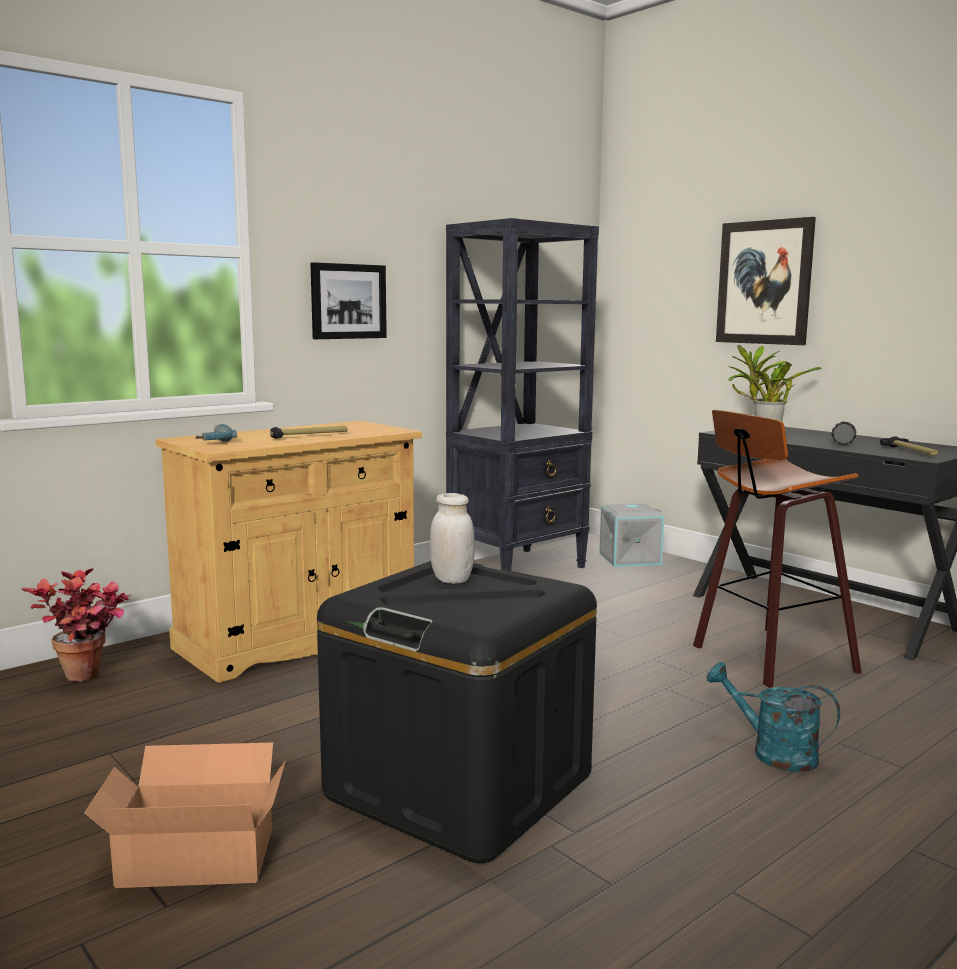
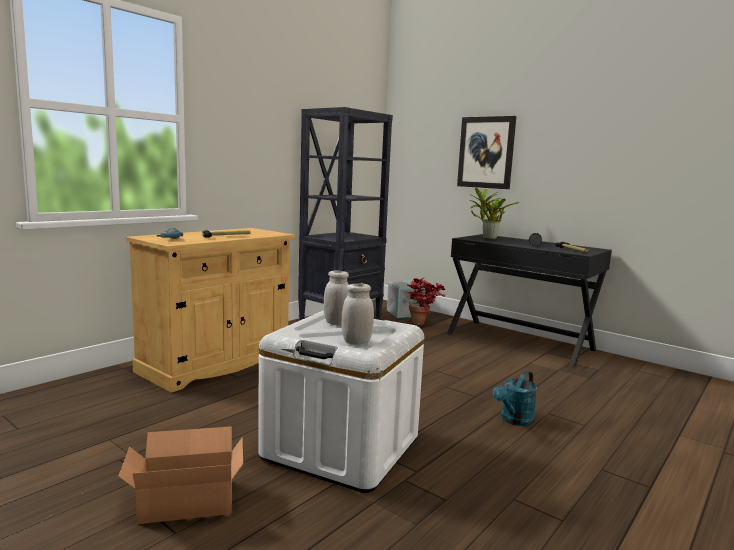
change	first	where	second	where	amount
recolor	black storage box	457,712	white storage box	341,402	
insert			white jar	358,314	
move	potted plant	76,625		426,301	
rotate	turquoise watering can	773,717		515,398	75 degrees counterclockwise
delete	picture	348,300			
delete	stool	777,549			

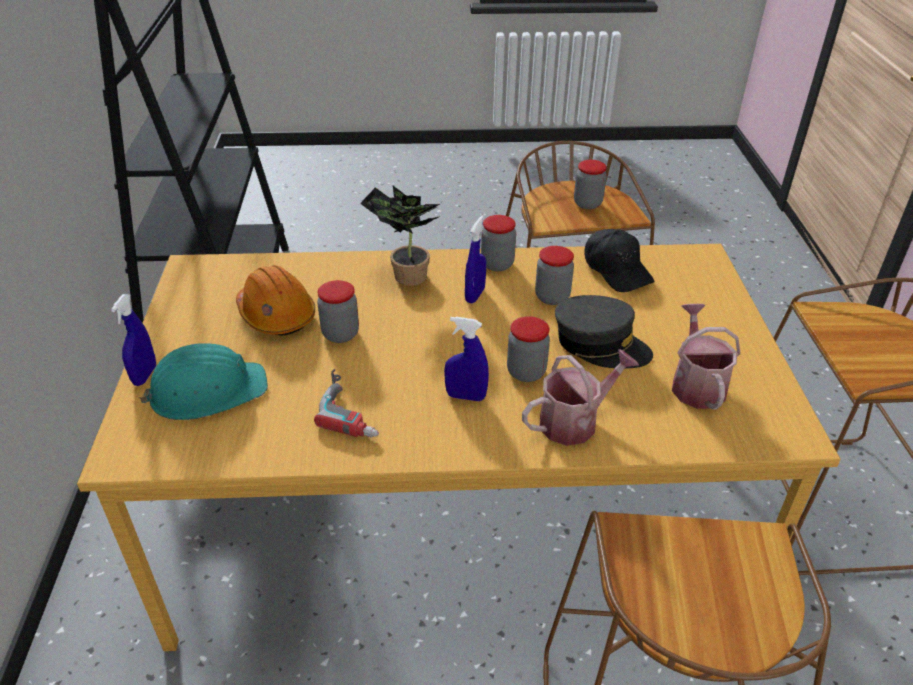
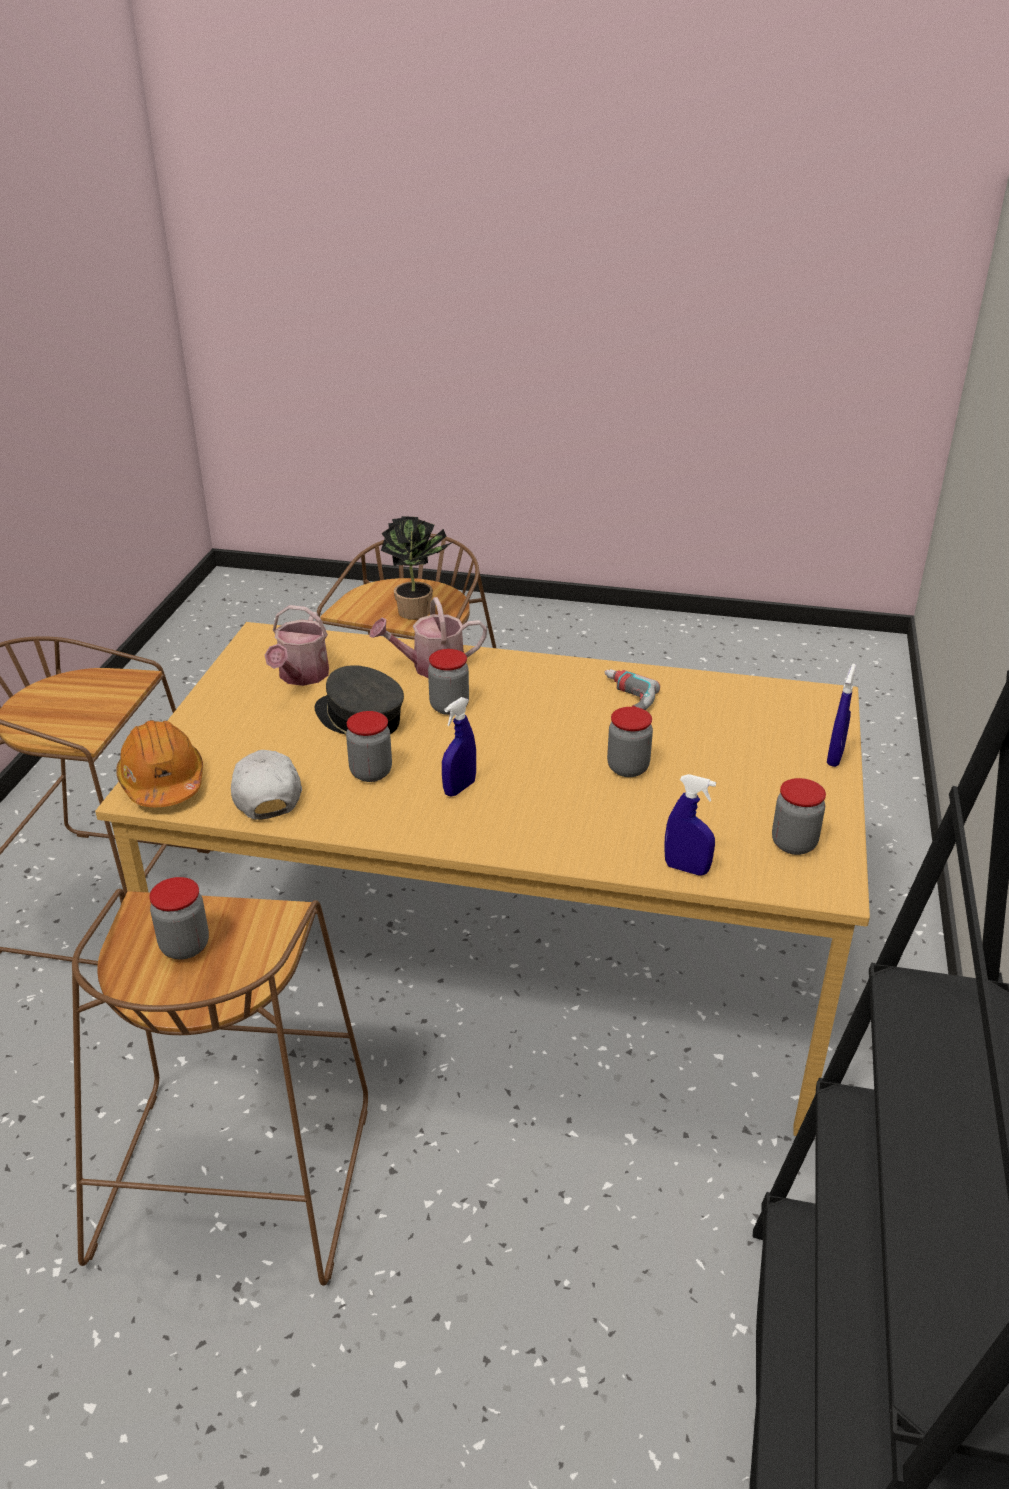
change	first	where	second	where	amount
move	orange hard hat	275,300		159,763	
recolor	black cap	619,260	white cap	266,785	
move	potted plant	400,236		418,568	
move	blue spray bottle	466,359		690,824	
move	jar	498,243		799,816	
delete	turquoise hard hat	203,381			

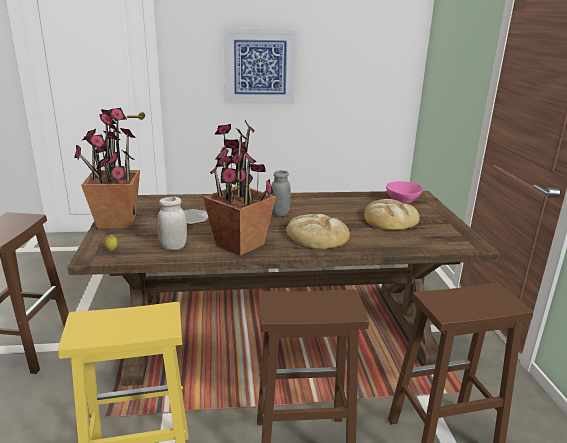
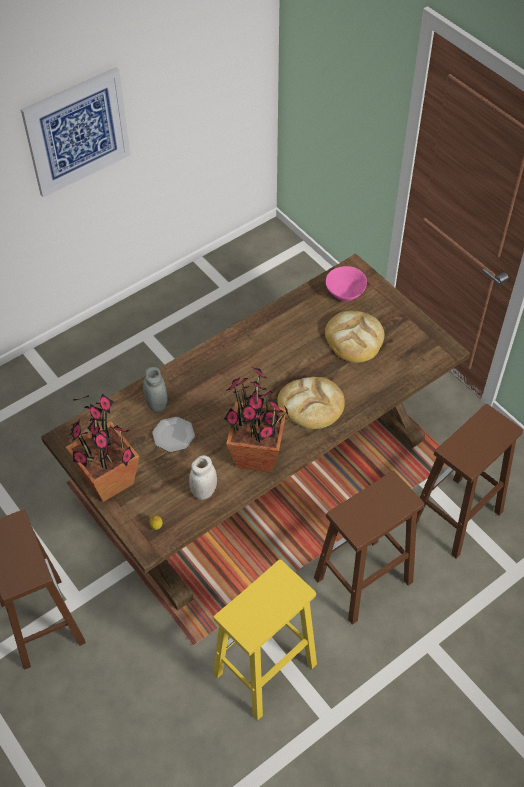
change	first	where	second	where	amount
move	grey jar	280,193		155,389	

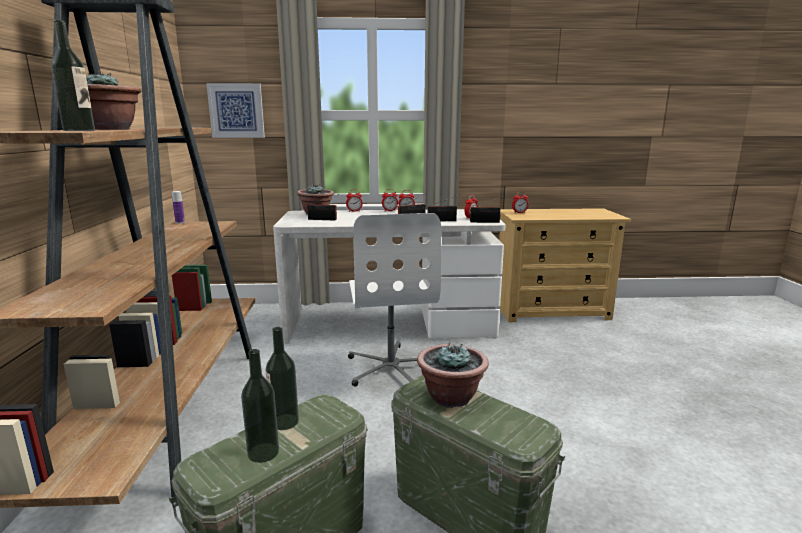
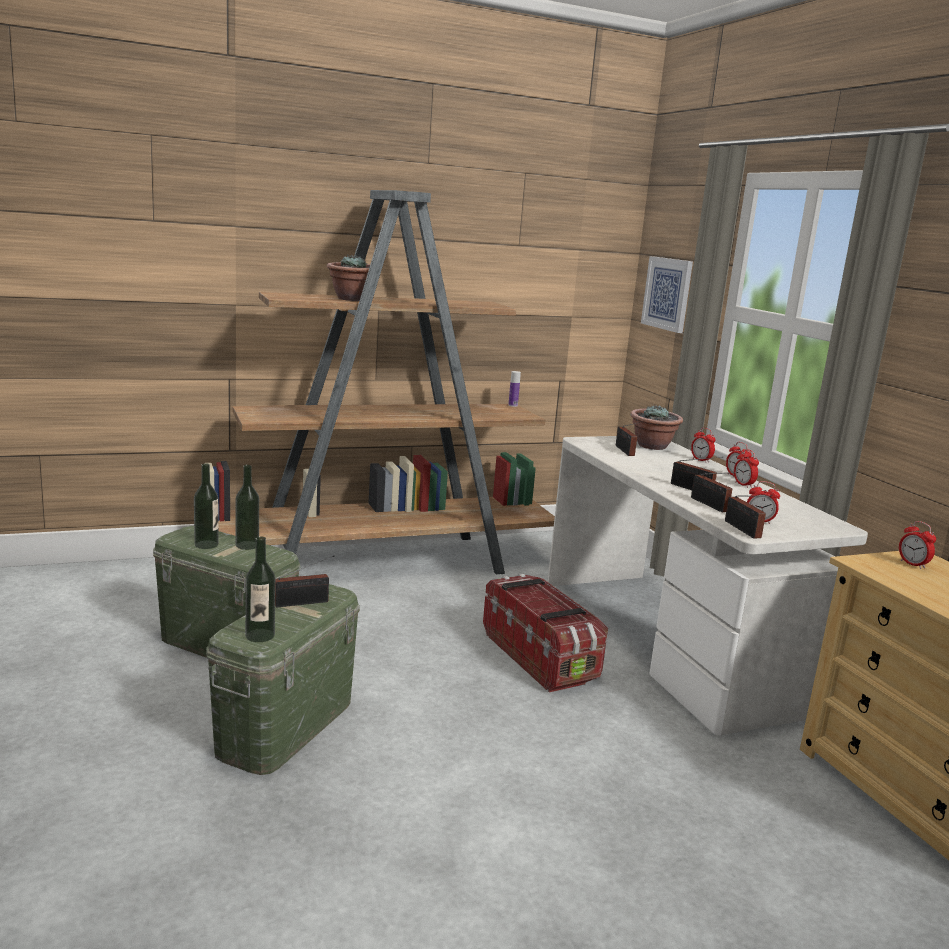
change	first	where	second	where	amount
move	bottle	73,75		260,589	
replace	potted plant	453,375	radio	304,581	
replace	white office chair	394,300	storage box	545,633	

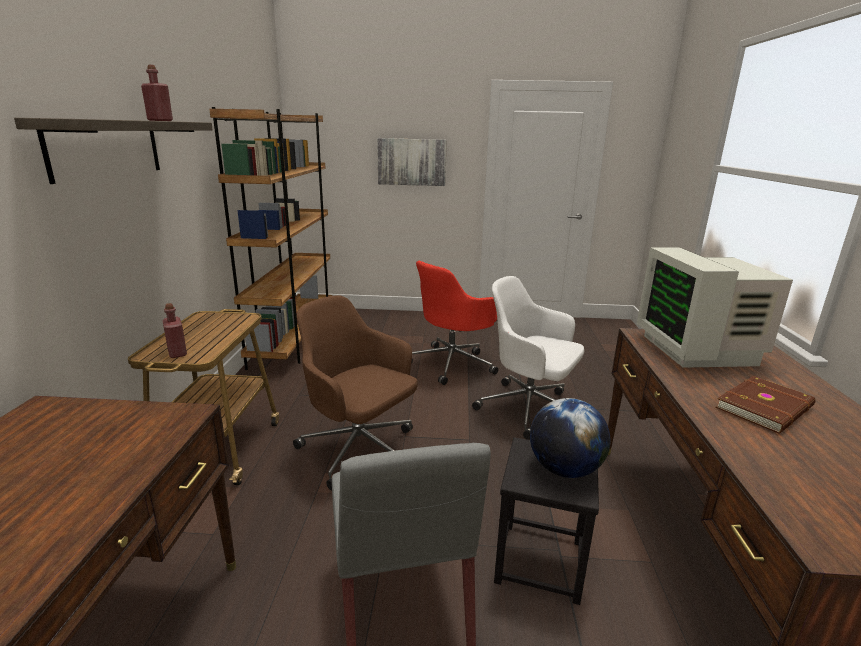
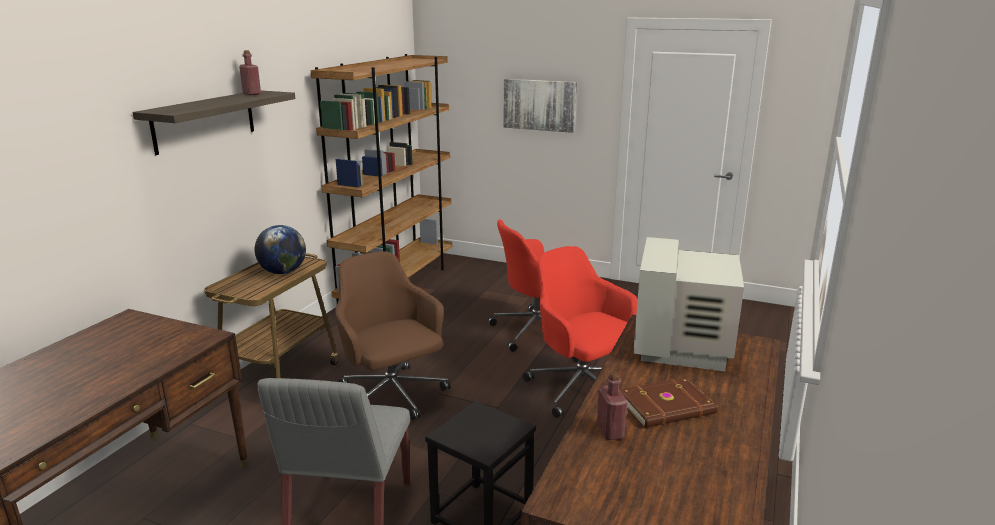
change	first	where	second	where	amount
move	globe	570,438		280,249	
recolor	white office chair	528,358	red office chair	580,332	
move	red bottle	174,330		612,406	

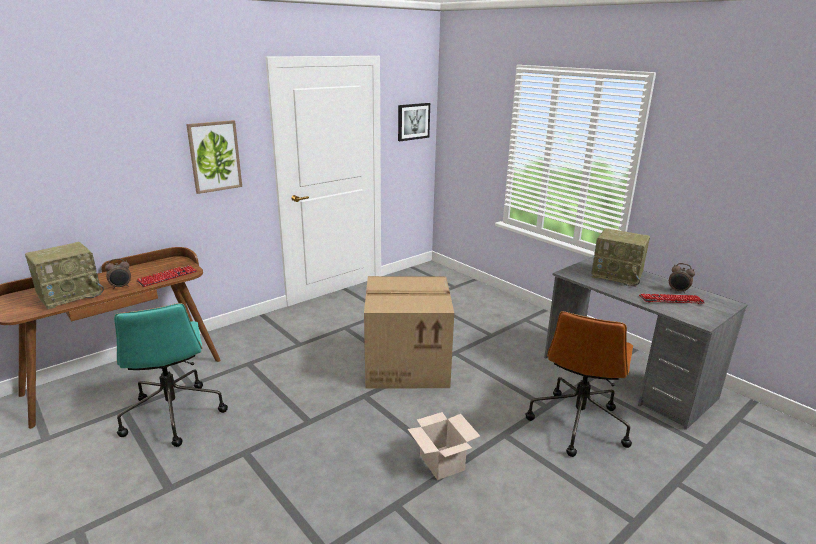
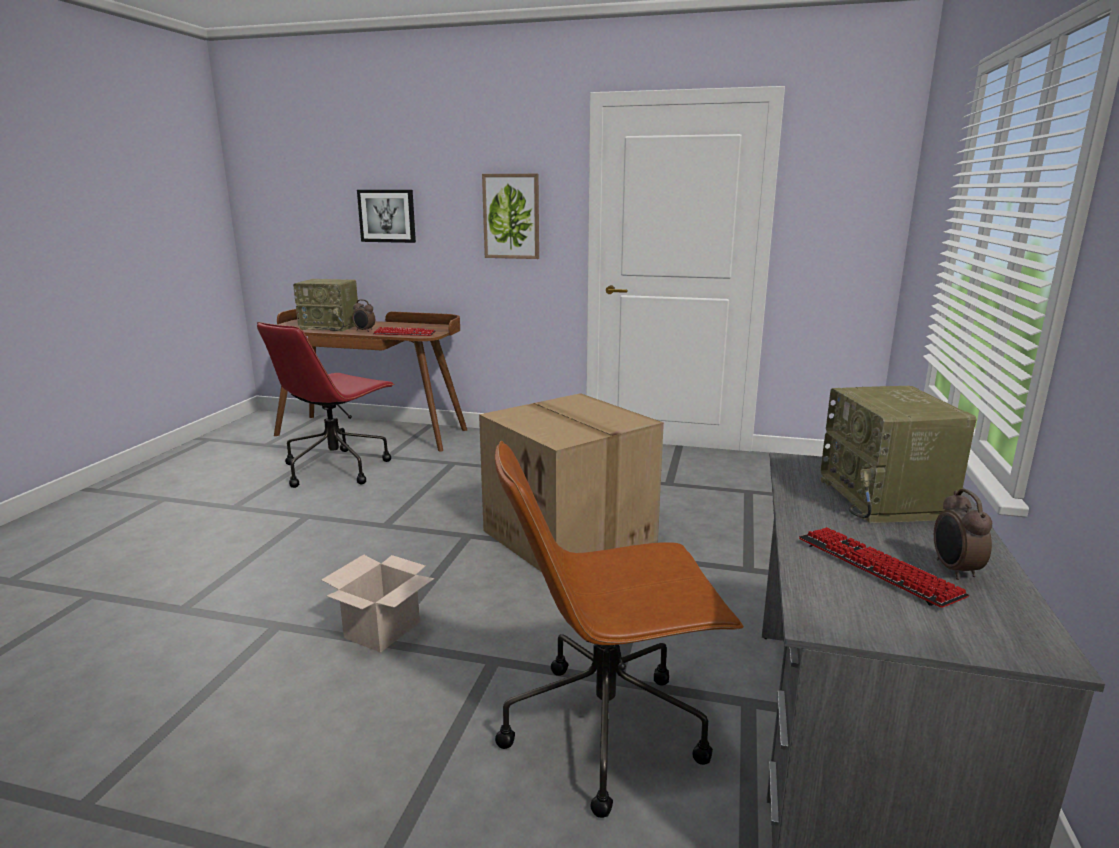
change	first	where	second	where	amount
recolor	turquoise office chair	171,375	red office chair	326,405	
move	picture	414,122		386,216	

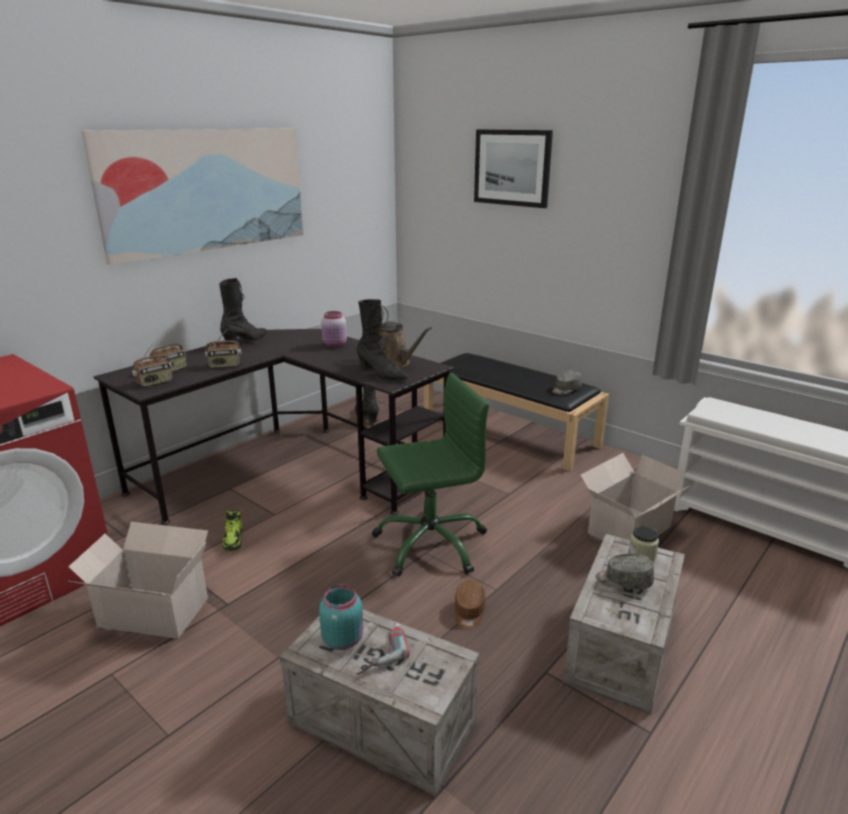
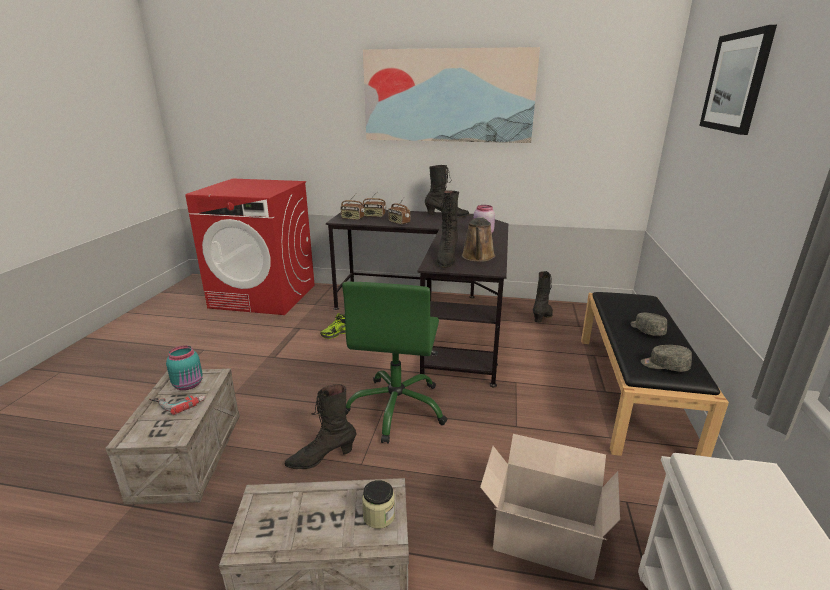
change	first	where	second	where	amount
replace	brown cap	470,605	black boot	321,426	
rotate	green office chair	430,474		395,363	60 degrees clockwise
move	grey cap	625,572		648,324	
delete	cardboard box	138,580			

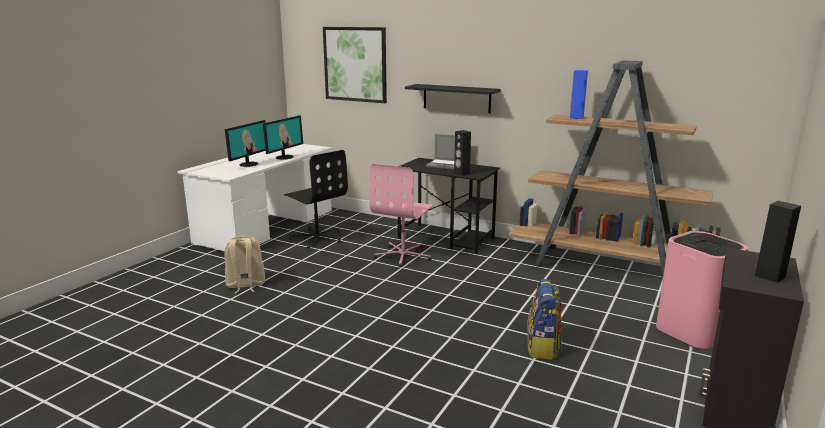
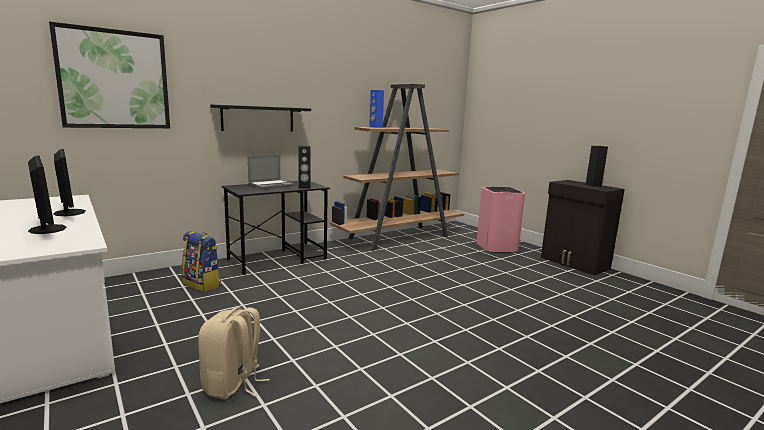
change	first	where	second	where	amount
move	backpack	544,319		201,261	
delete	black office chair	316,199			
delete	pink office chair	401,215			

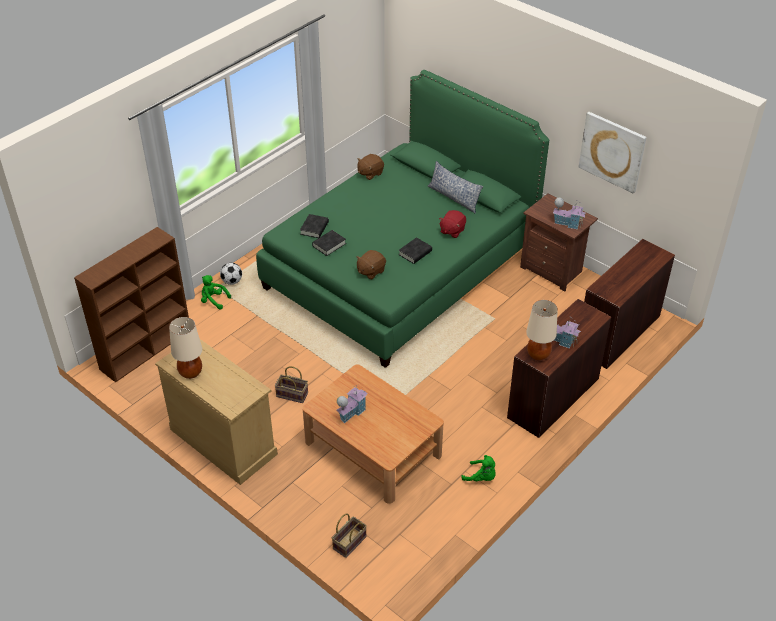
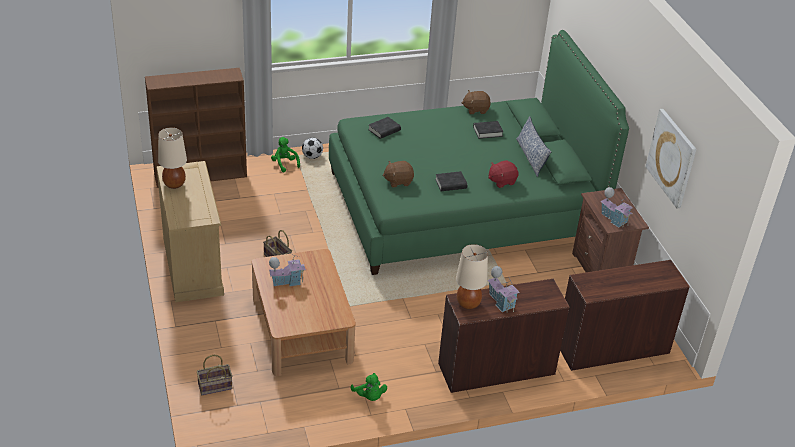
change	first	where	second	where	amount
move	black book	329,243		488,130	

